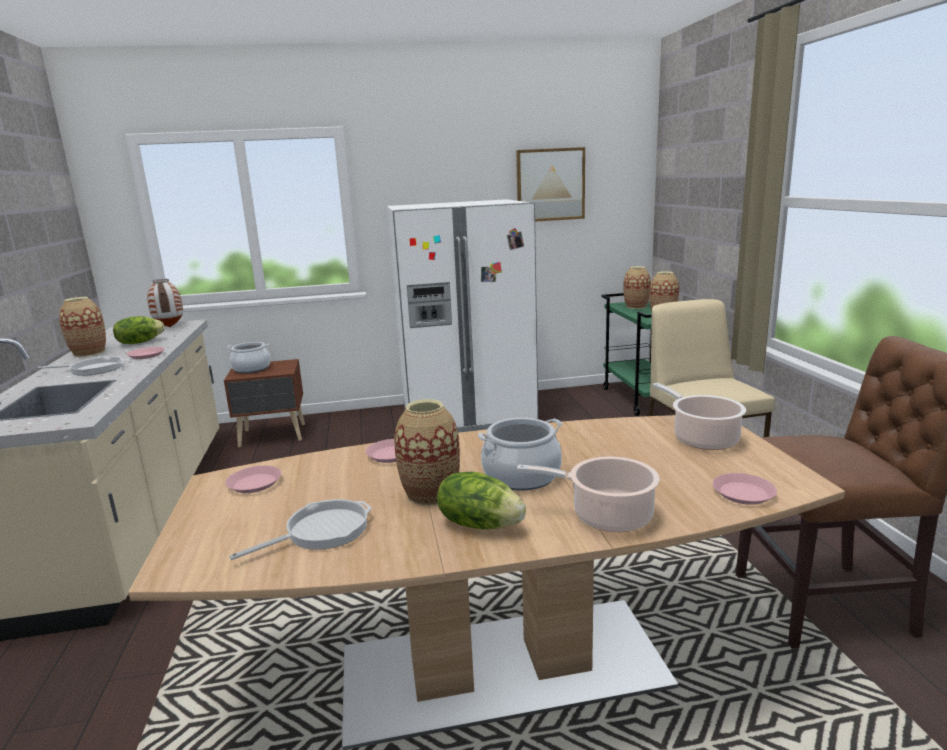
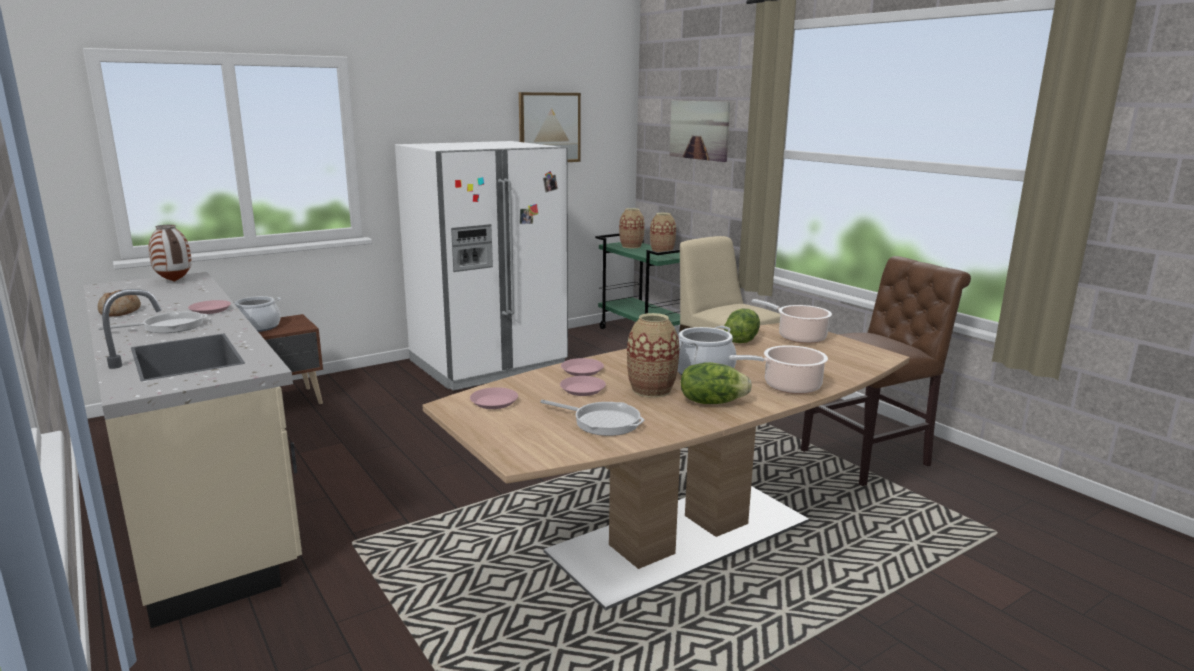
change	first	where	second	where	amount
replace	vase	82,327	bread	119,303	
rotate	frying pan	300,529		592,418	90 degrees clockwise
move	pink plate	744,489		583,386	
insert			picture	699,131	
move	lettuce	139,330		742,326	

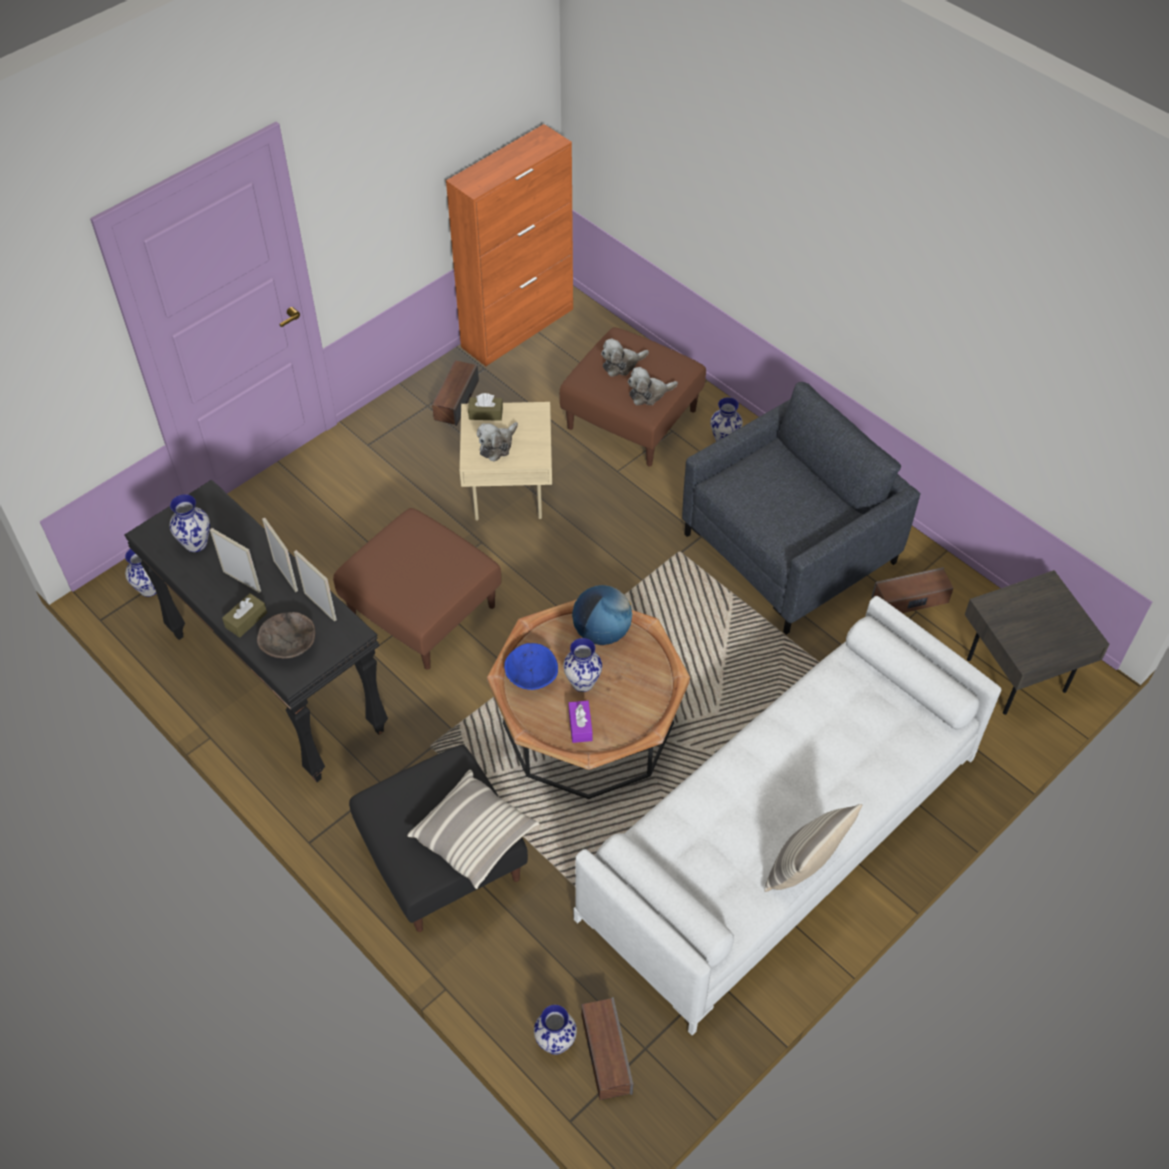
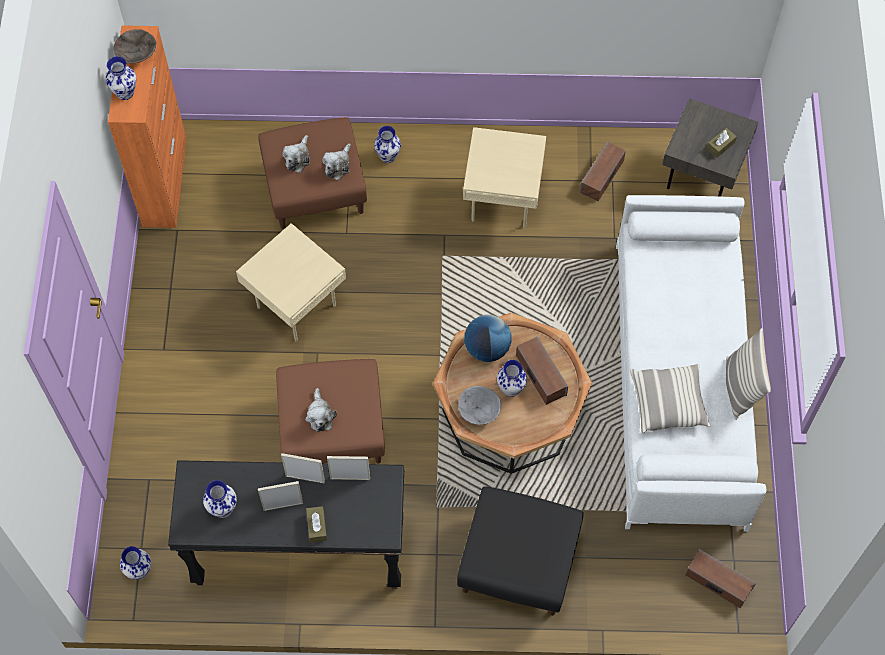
change	first	where	second	where	amount
move	vase	555,1030		120,78	
move	brown bowl	286,635		134,46	
move	plush toy	497,442		321,410	
recolor	blue bowl	531,666	grey bowl	479,405	
replace	grey armchair	801,508	beige side table	504,177	
move	speaker	455,393		542,370	
move	pillow	473,829		670,398	
move	brown tissue box	485,407		721,143	
delete	purple tissue box	581,722			

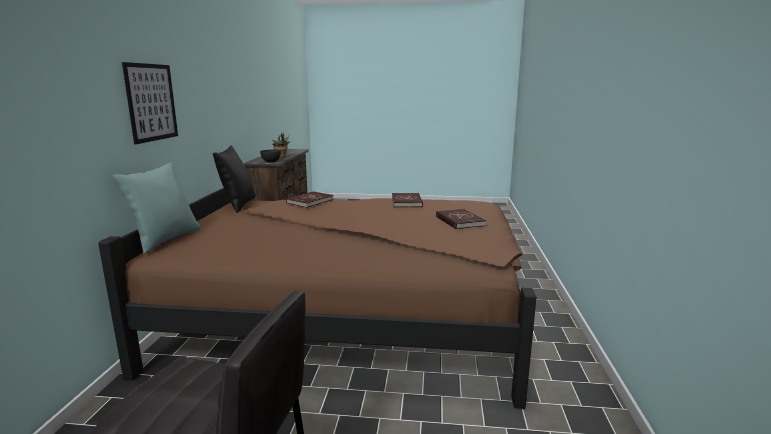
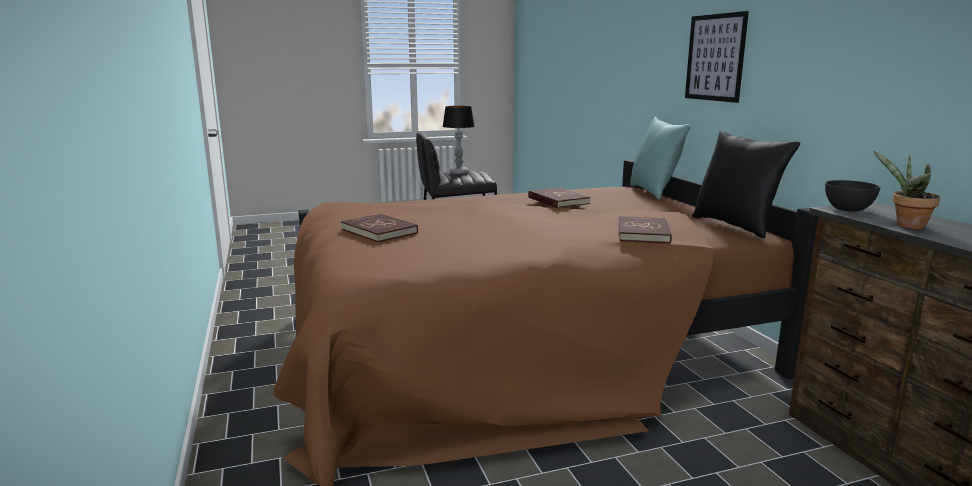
change	first	where	second	where	amount
insert			table lamp	459,140	
move	red book	407,200		559,198	

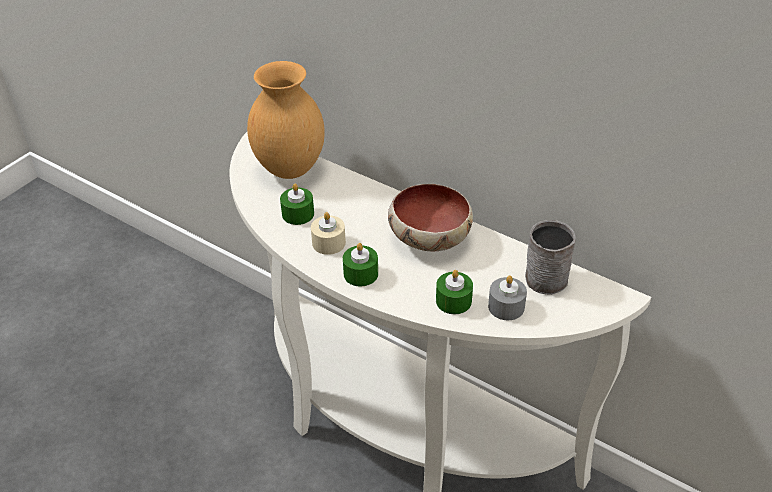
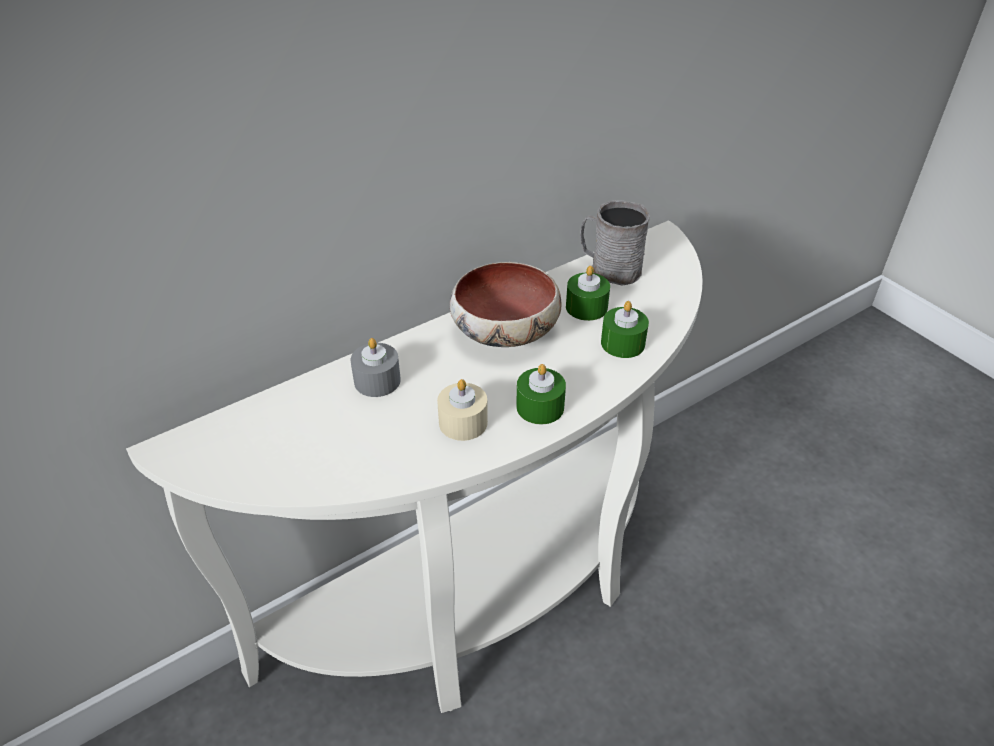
change	first	where	second	where	amount
move	grey candle	507,297		376,367	
move	green candle	297,204		588,293	
delete	brown vase	286,120			

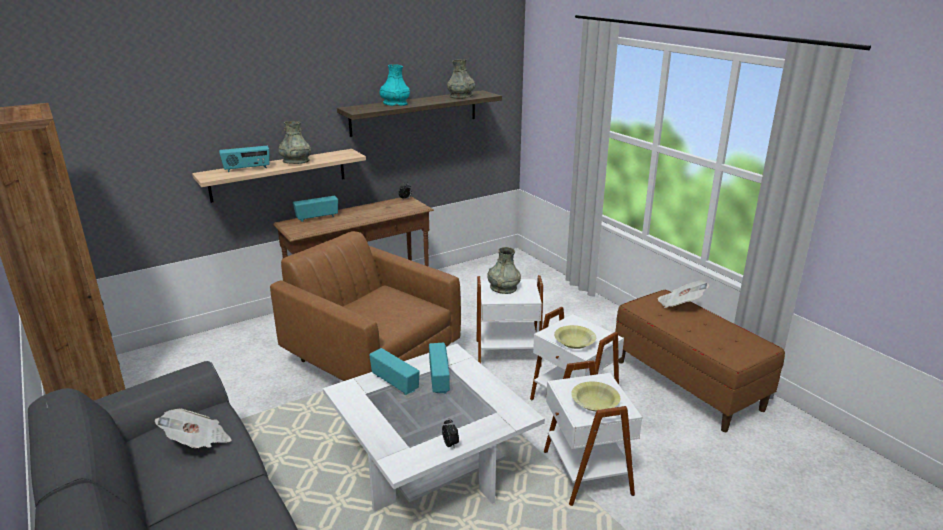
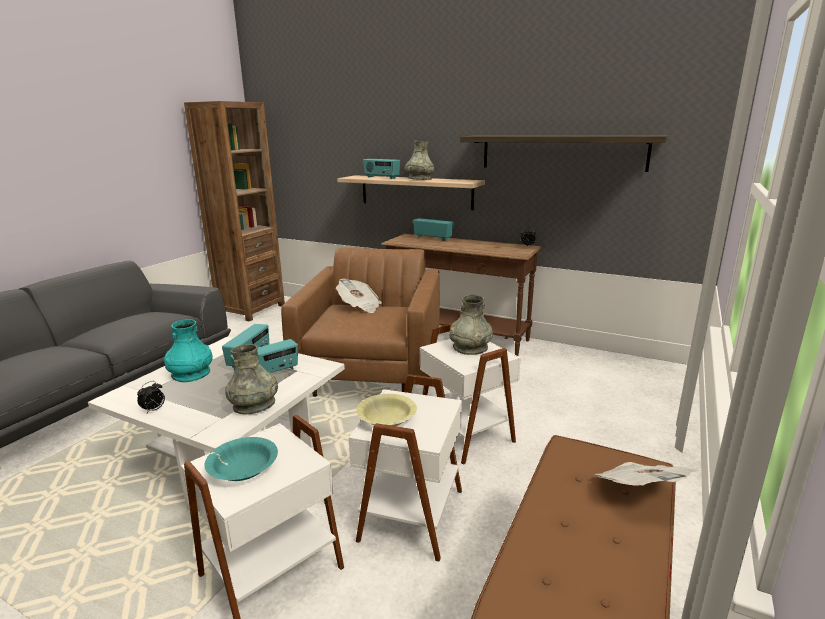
change	first	where	second	where	amount
move	turquoise vase	394,85		188,350	
recolor	yellow bowl	595,396	turquoise bowl	241,459	
move	grey vase	461,79		251,379	
move	newspaper	193,429		359,296	

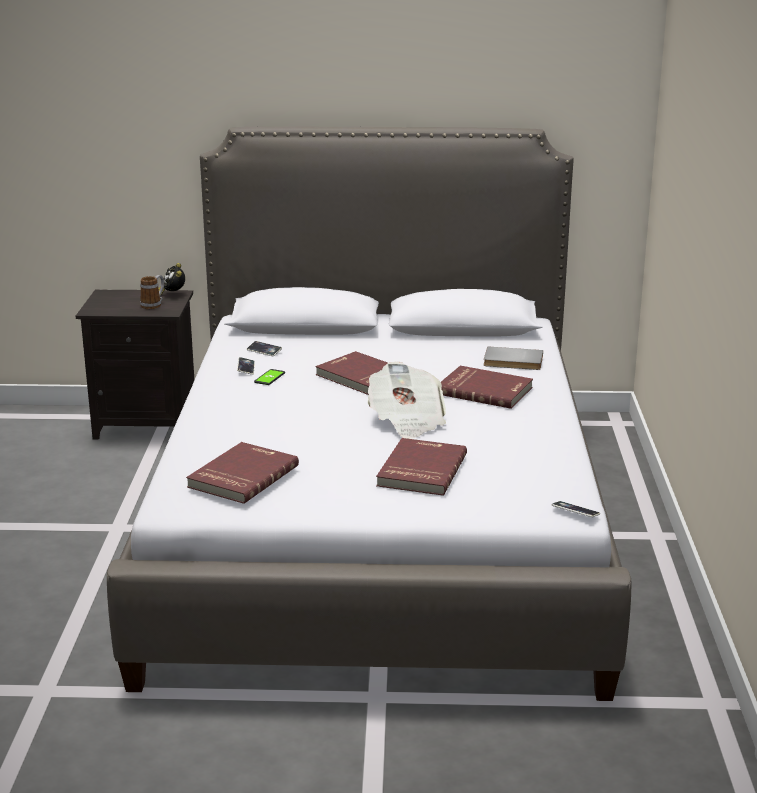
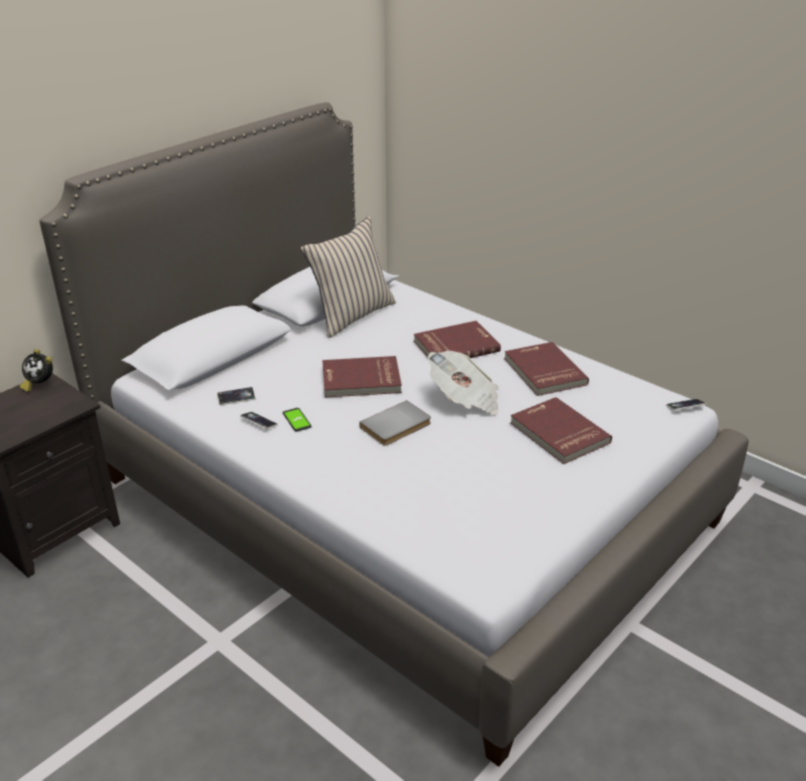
change	first	where	second	where	amount
insert			beige pillow	348,277	
move	grey book	513,358		395,423	
move	red book	242,473		546,369	
delete	mug	152,292			

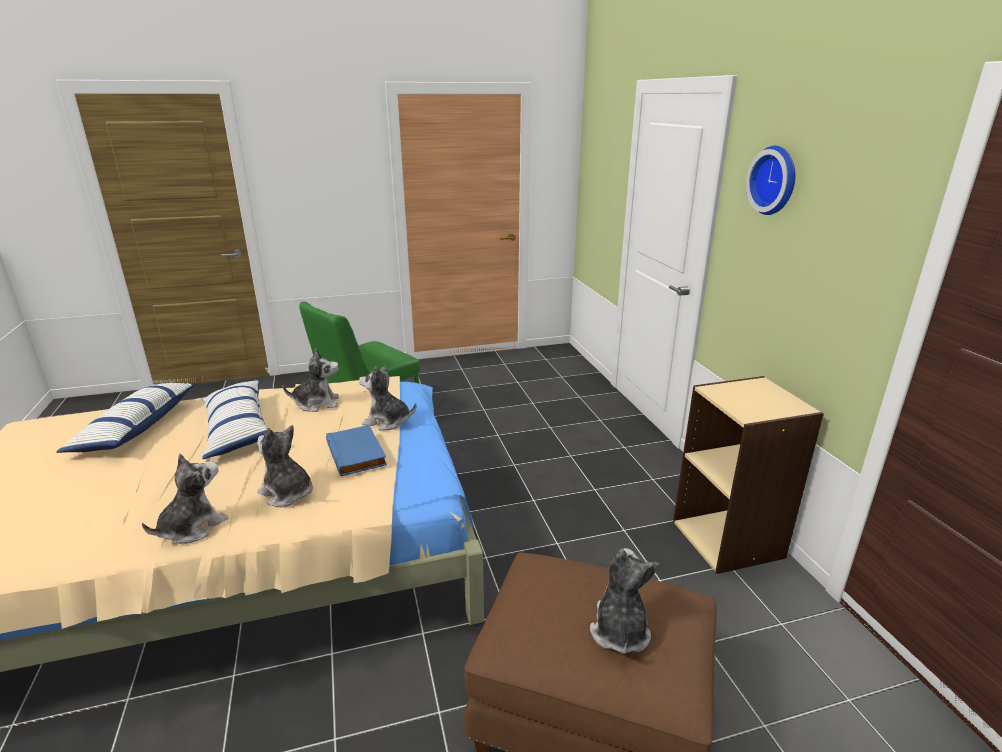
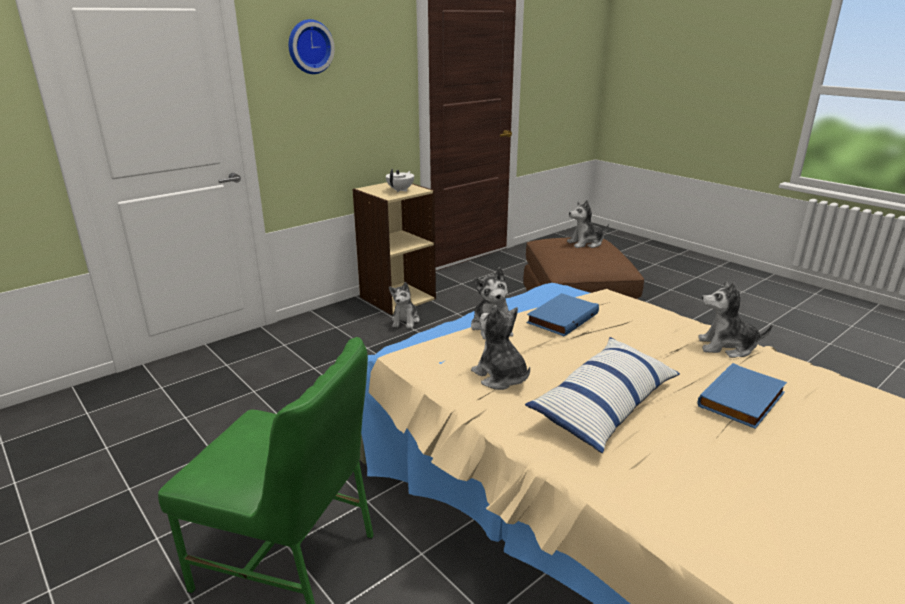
change	first	where	second	where	amount
insert			white teapot	400,180	
move	plush toy	285,466		404,305	
insert			blue book	742,396	
delete	pillow	126,418			

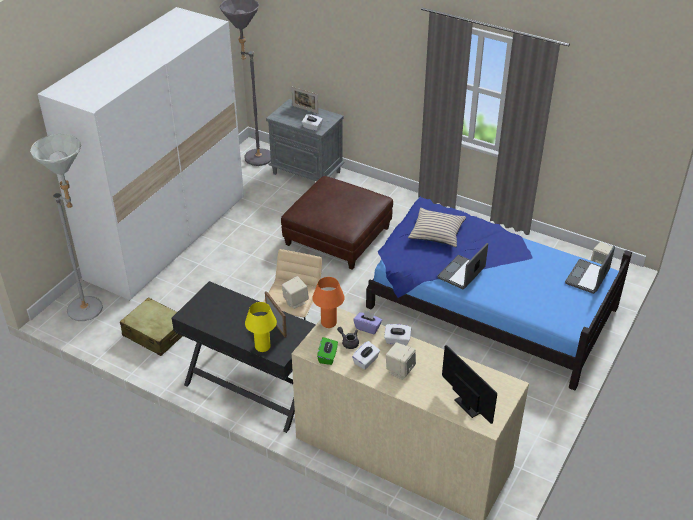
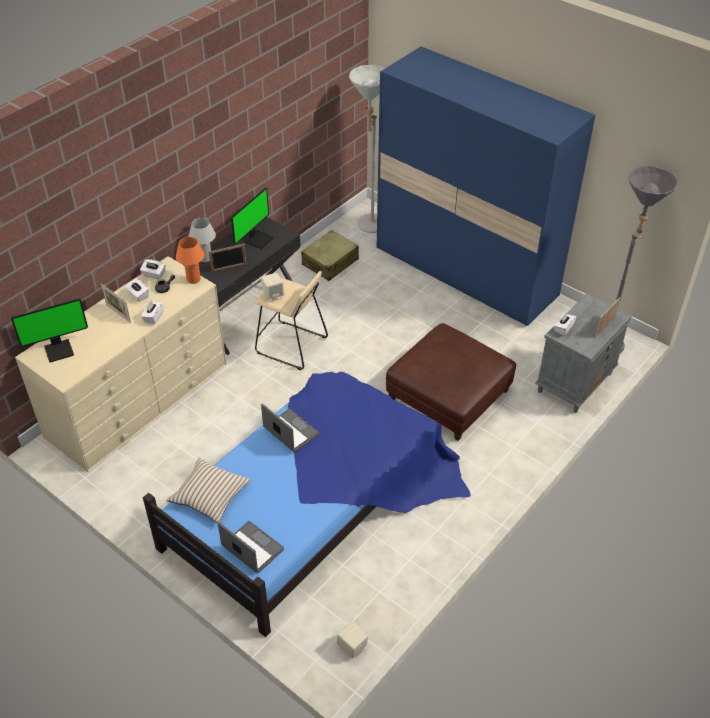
change	first	where	second	where	amount
replace	beige speaker	401,361	picture frame	116,303	
recolor	green tissue box	327,351	white tissue box	153,269	
move	beige pillow	437,227		208,490	
recolor	yellow table lamp	261,327	white table lamp	202,240	
insert			monitor	252,218	
recolor	white wardrobe	140,153	blue wardrobe	486,186	
delete	purple tissue box	367,322			

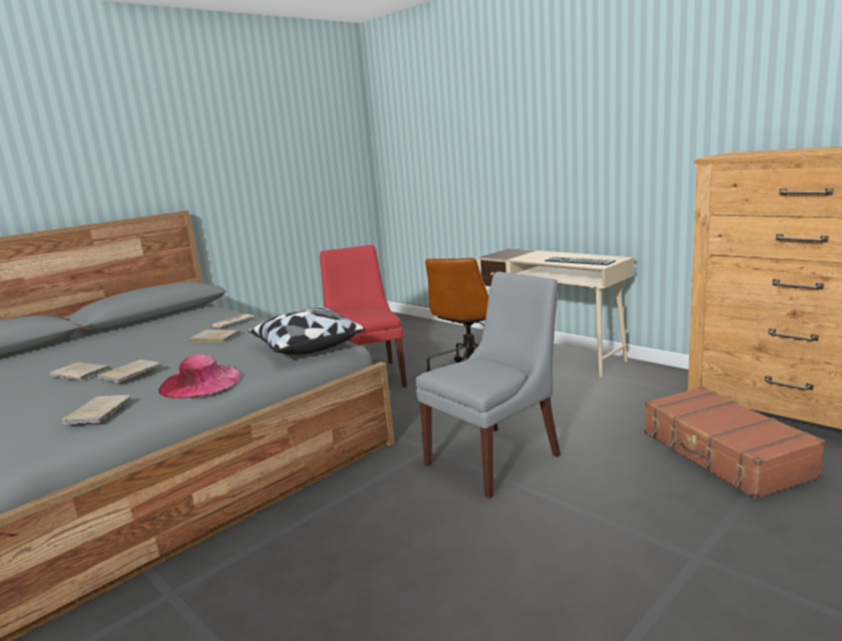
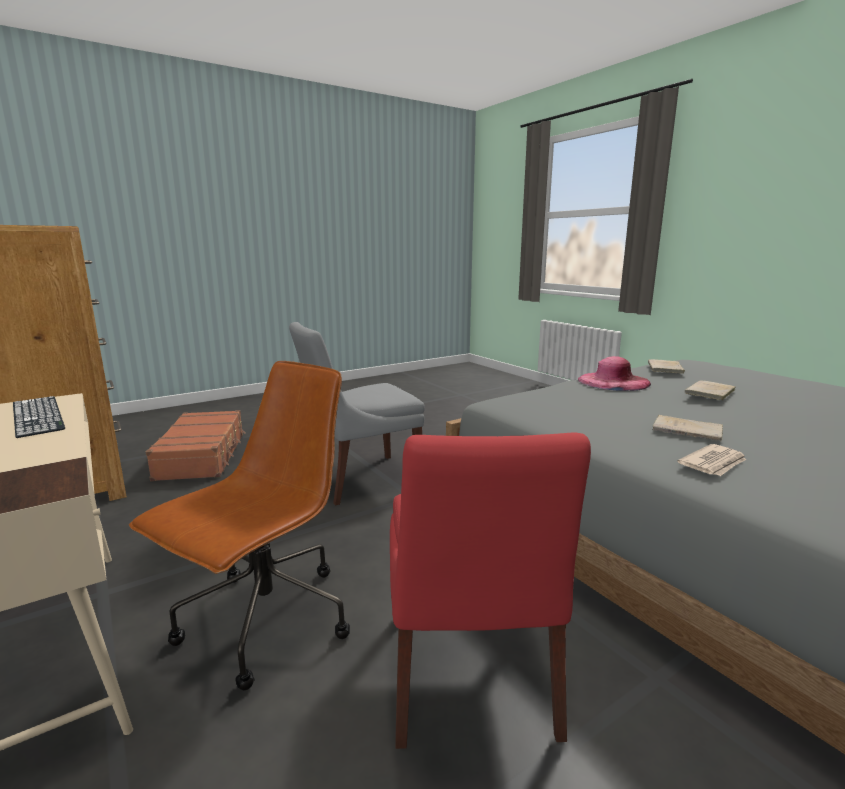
change	first	where	second	where	amount
delete	beige book	79,371			
delete	pillow	306,331			

